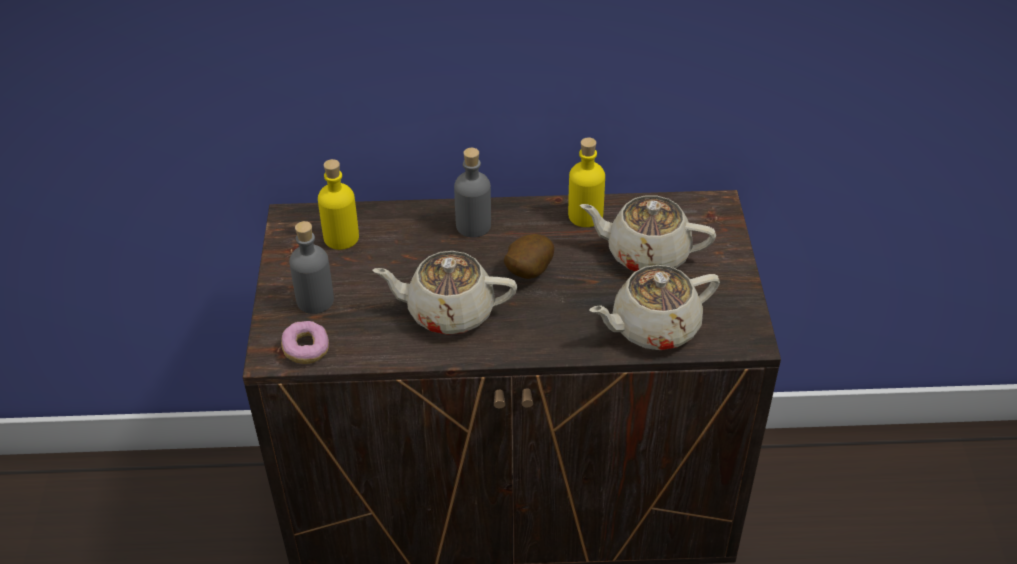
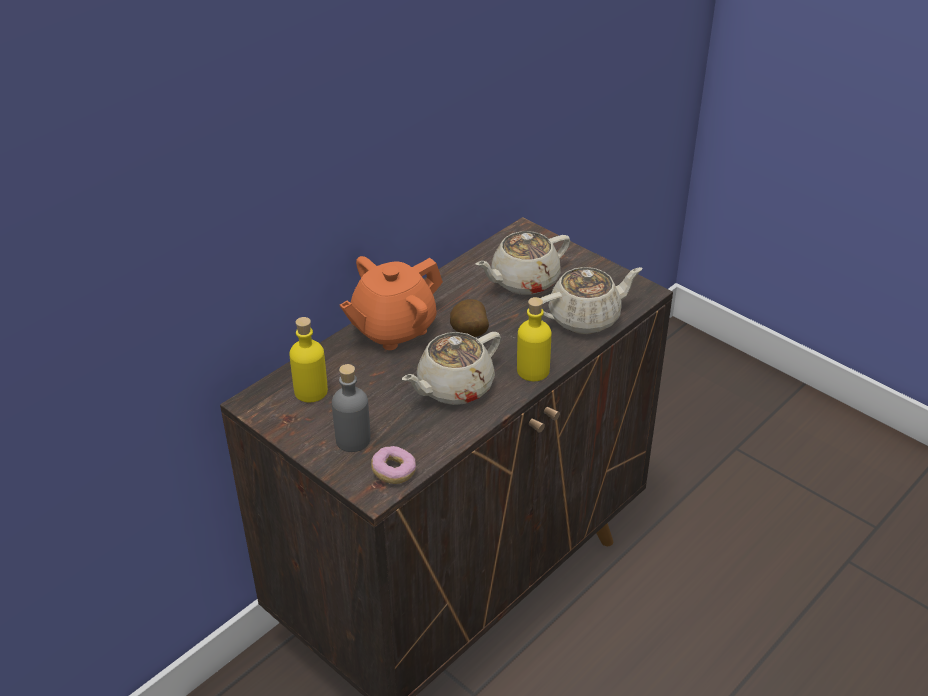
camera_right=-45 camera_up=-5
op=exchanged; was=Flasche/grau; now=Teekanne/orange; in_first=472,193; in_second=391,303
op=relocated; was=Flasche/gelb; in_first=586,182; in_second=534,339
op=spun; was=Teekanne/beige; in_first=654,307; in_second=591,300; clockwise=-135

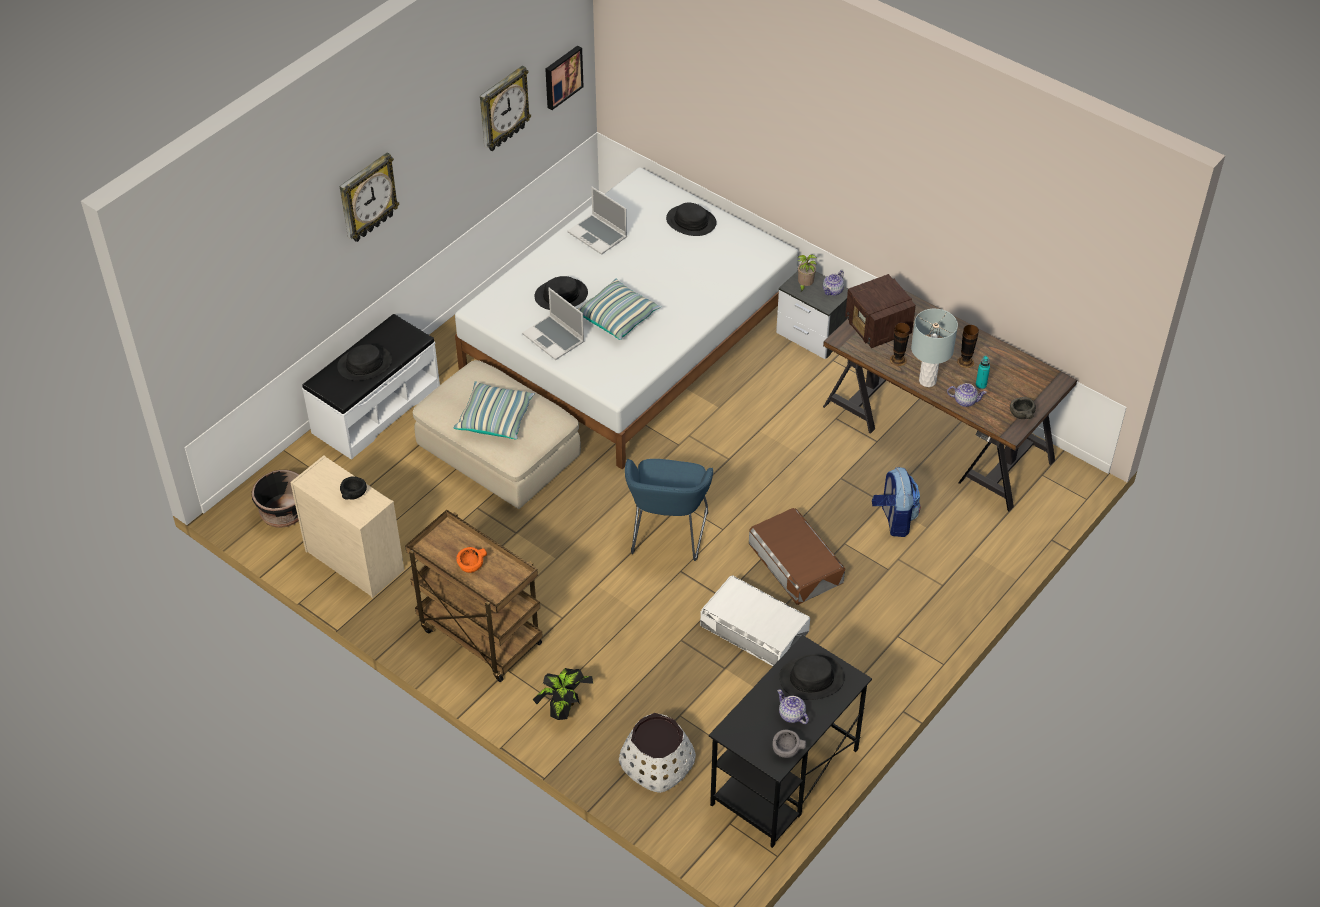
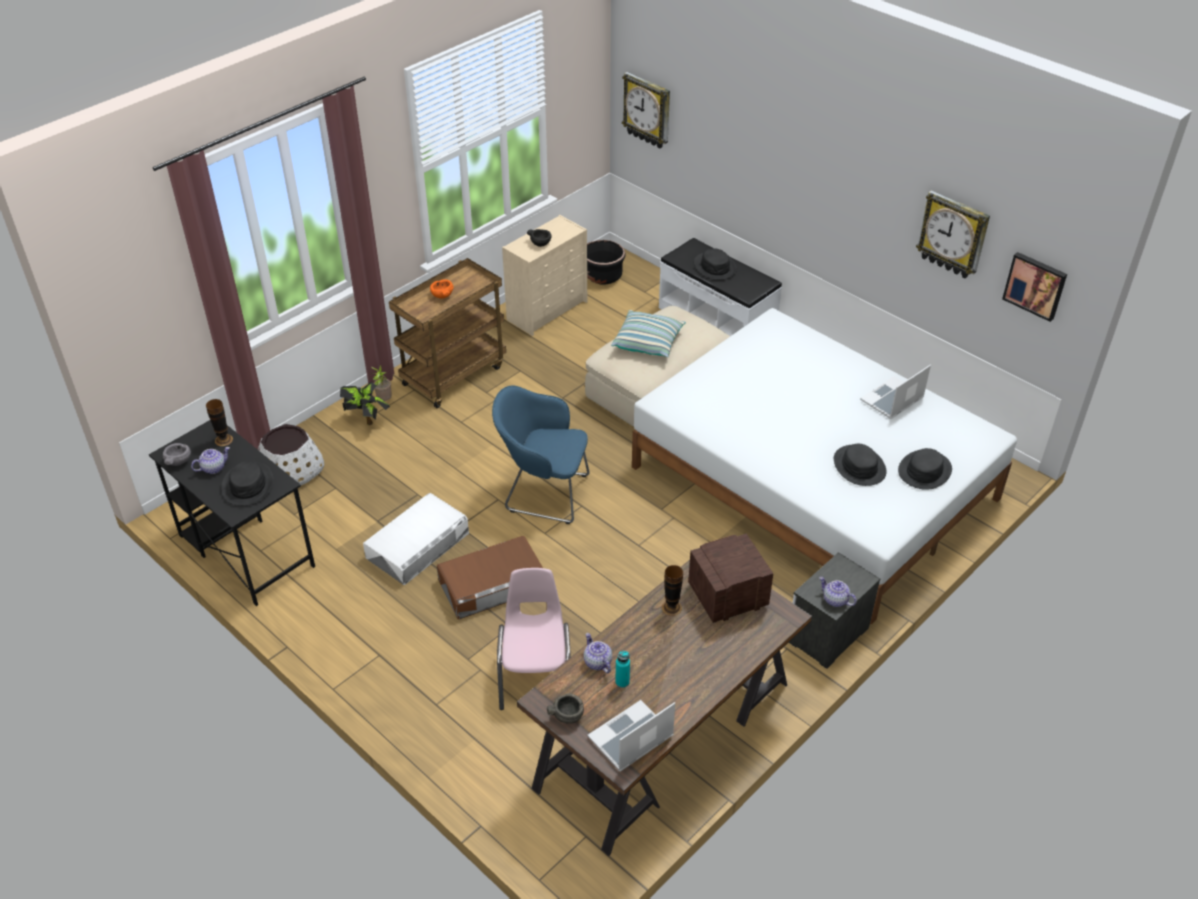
camera_right=95 camera_up=-5
op=relocated; was=Vase; in_first=968,346; in_second=219,422
op=relocated; was=Topfpflanze; in_first=807,273; in_second=381,383
op=exchanged; was=Rucksack; now=Stuhl/rosa; in_first=896,502; in_second=534,639
op=spun; was=Teekanne; in_first=967,395; in_second=598,653; clockwise=135
op=relocated; was=Laptop; in_first=553,324; in_second=631,736
op=relocated; was=Wanduhr; in_first=370,197; in_second=646,110
op=relocated; was=Hut/schwarz; in_first=561,293; in_second=860,465
op=missing; was=Kissen; in_first=619,309
op=missing; was=Tischlampe/grau; in_first=934,348

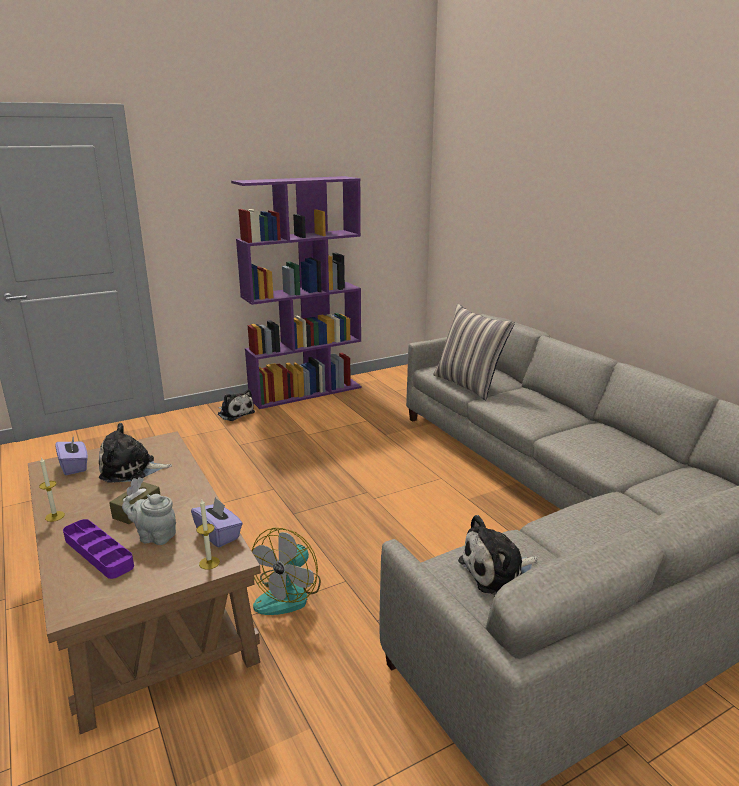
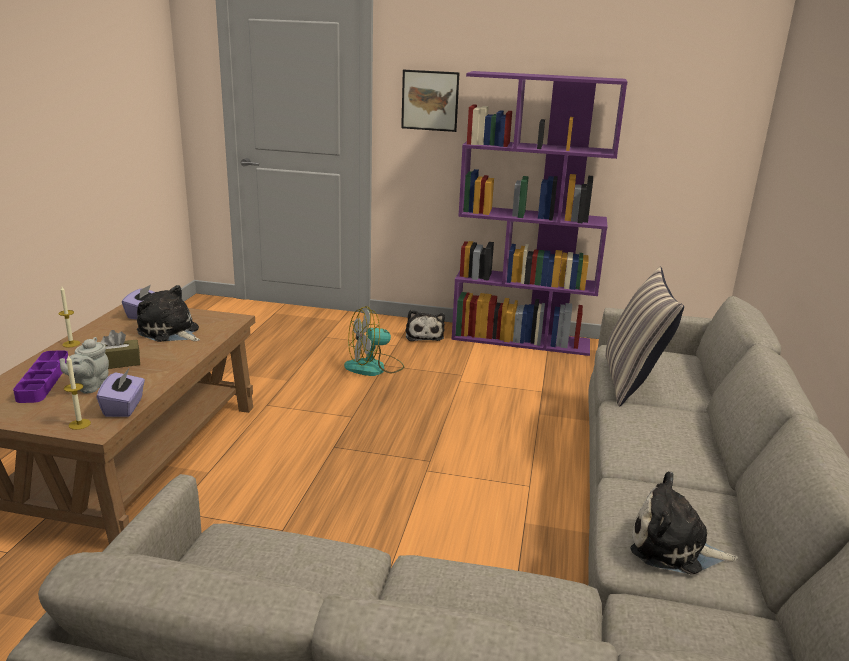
camera_right=40 camera_up=0
op=spun; was=Teekanne/grau; in_first=149,519; in_second=84,365; clockwise=-120
op=relocated; was=Ventilator; in_first=286,571; in_second=374,341
op=appeared; now=Bild; in_second=430,101
op=relocated; was=Plüschtier; in_first=497,555; in_second=684,523

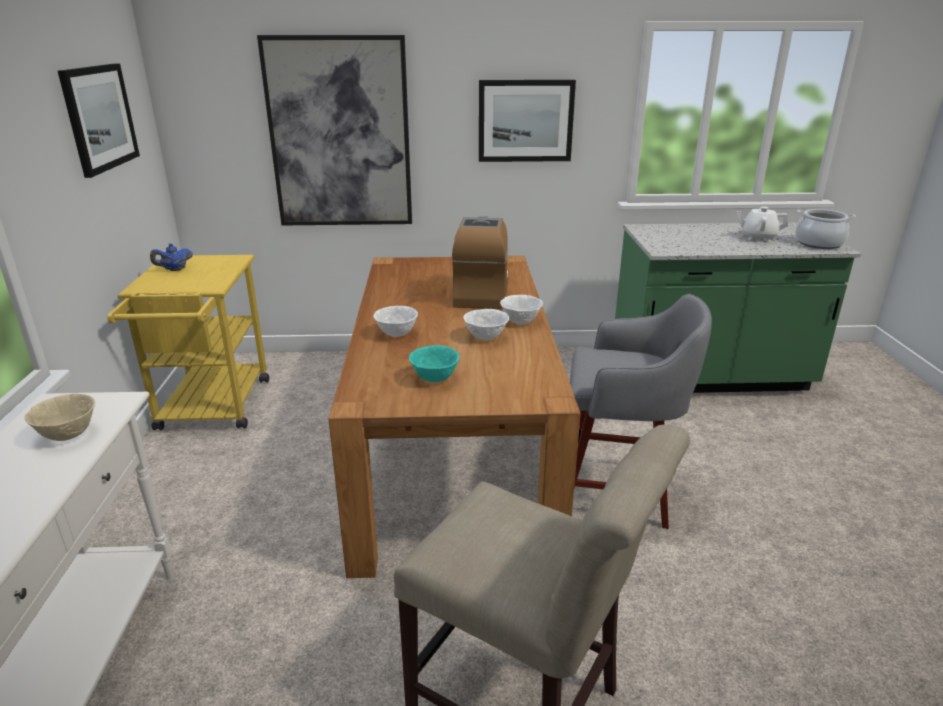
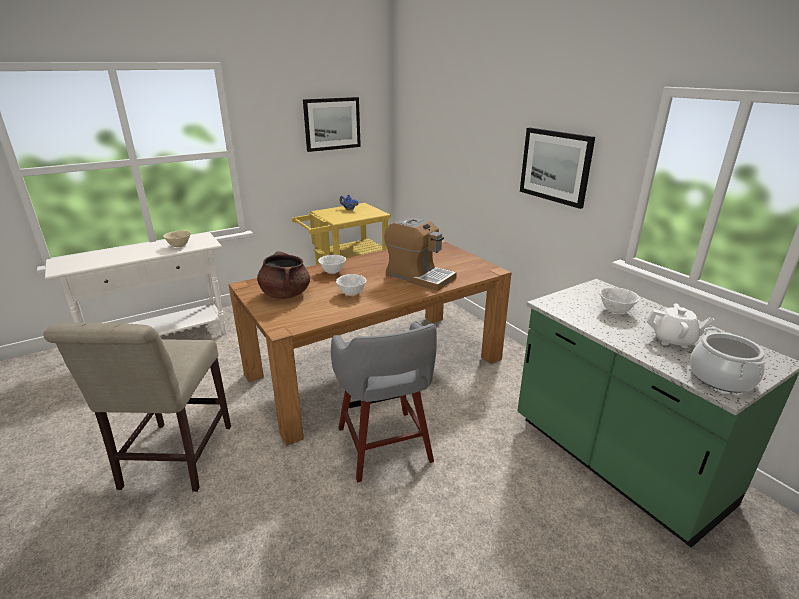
camera_right=60 camera_up=0
op=exchanged; was=Schüssel/türkis; now=Kochtopf/braun; in_first=434,363; in_second=283,275
op=spun; was=Kaffeemaschine; in_first=480,263; in_second=420,253; clockwise=60
op=relocated; was=Schüssel/weiß; in_first=521,309; in_second=620,300
op=spun; was=Teekanne/weiß; in_first=762,224; in_second=680,326; clockwise=120
op=missing; was=Bild; in_first=334,130

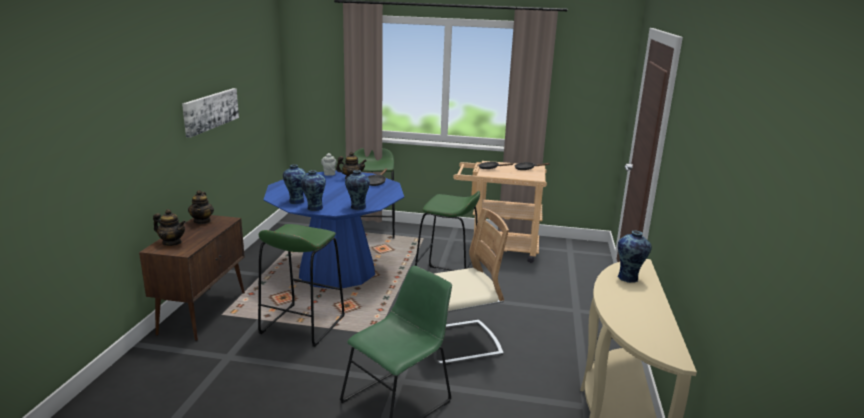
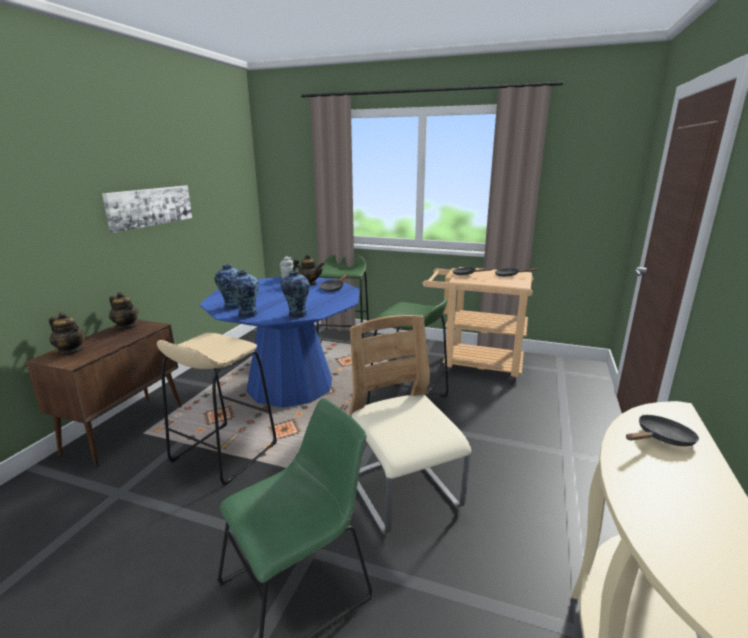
camera_right=10 camera_up=0
op=spun; was=Teekanne; in_first=201,207; in_second=124,311; clockwise=-60
op=colour; was=Hocker/grün; now=Hocker/beige; in_first=301,285; in_second=217,409
op=spun; was=Stuhl/beige; in_first=471,286; in_second=410,424; clockwise=-105
op=exchanged; was=Vase; now=Pfanne/schwarz; in_first=635,256; in_second=662,430

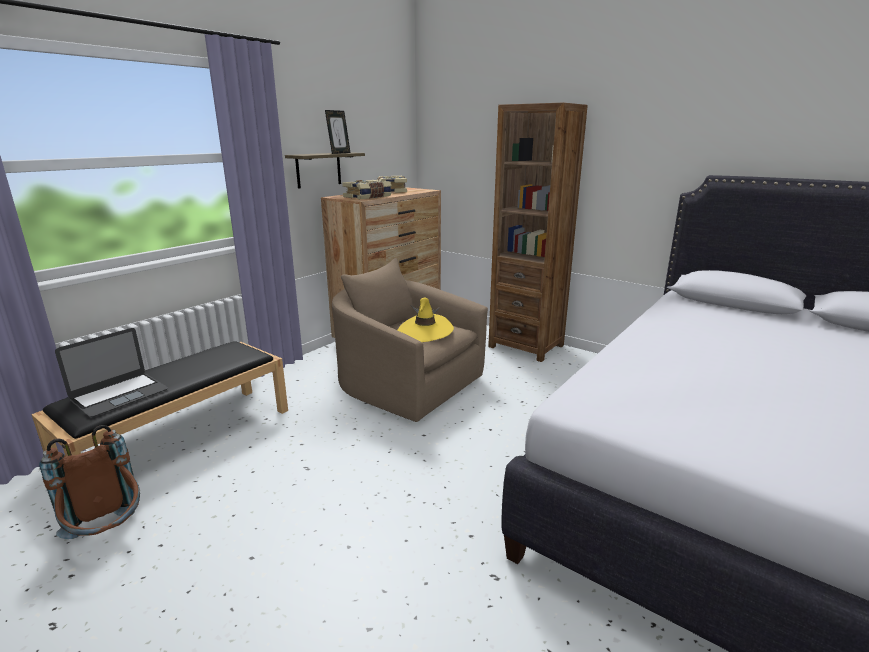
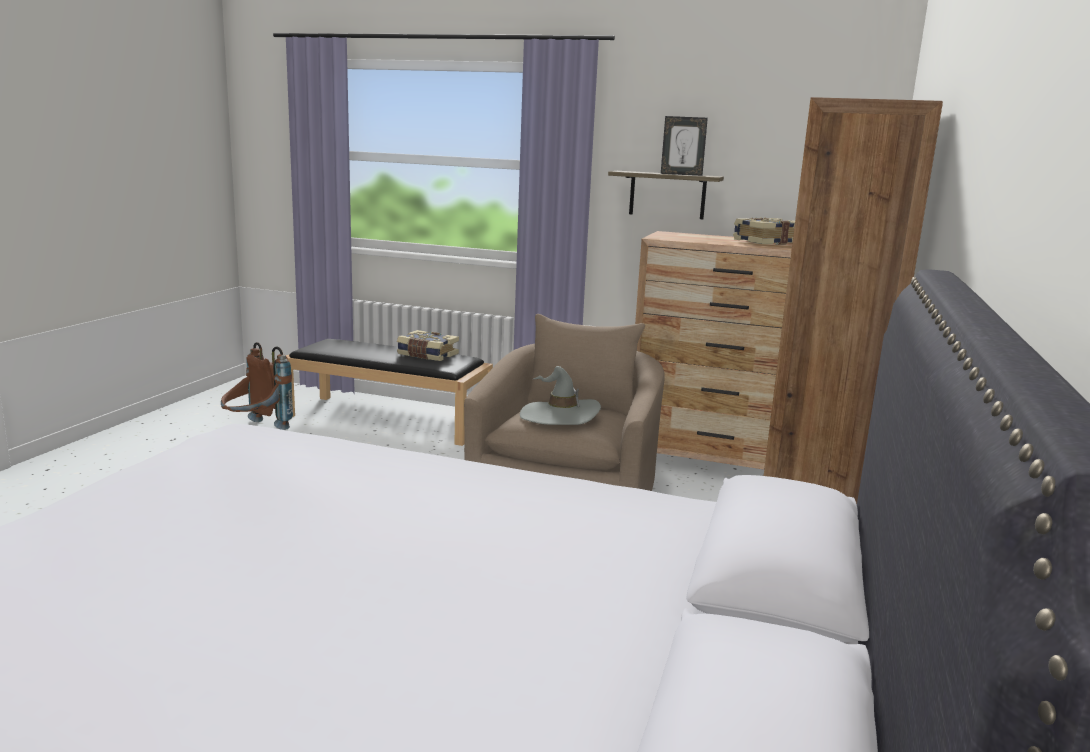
camera_right=70 camera_up=-5
op=relocated; was=Buch; in_first=367,189; in_second=428,345
op=colour; was=Hut/gelb; now=Hut/grau; in_first=426,320; in_second=560,395
op=missing; was=Laptop; in_first=111,372

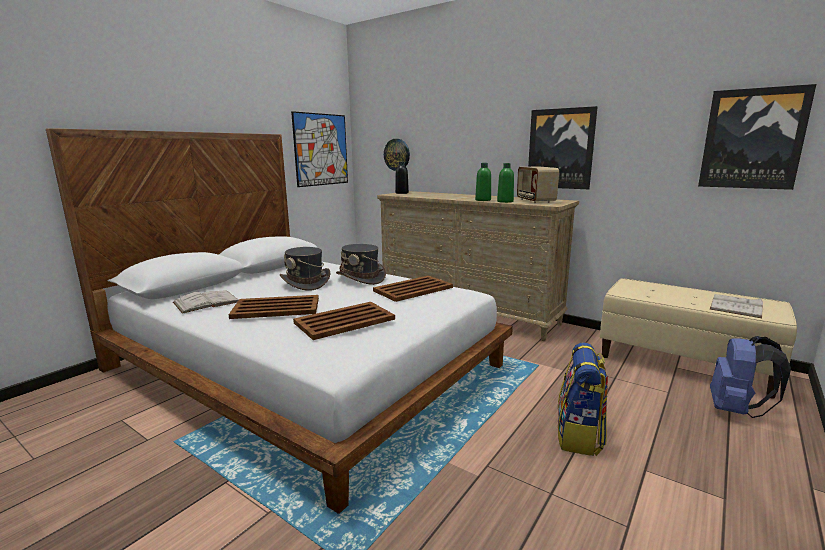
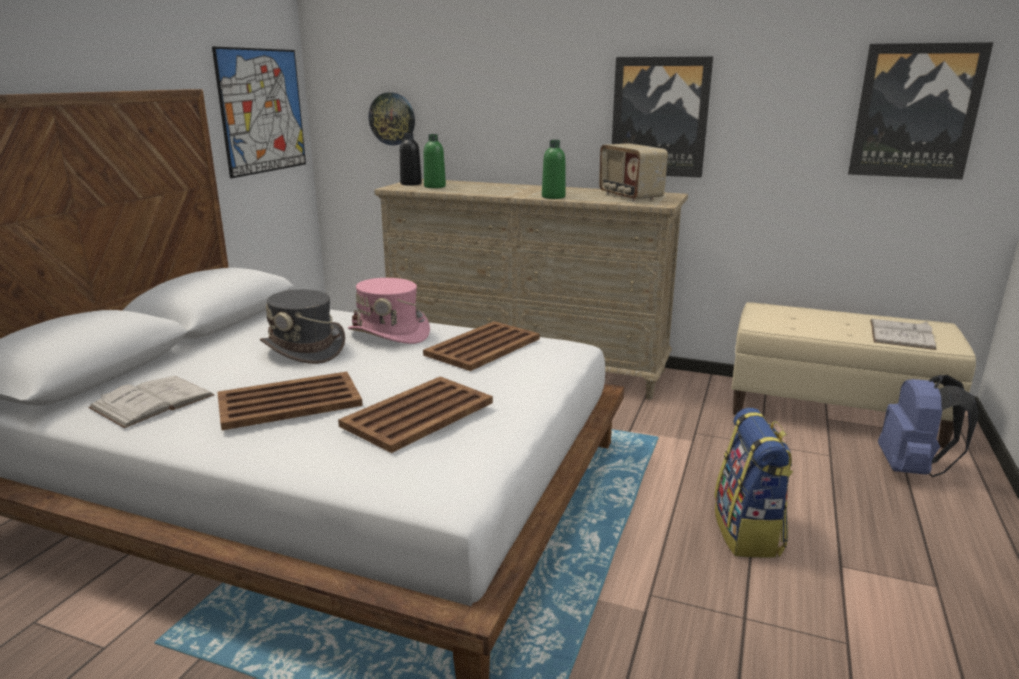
camera_right=-15 camera_up=5
op=colour; was=Hut/grau; now=Hut/rosa; in_first=361,264; in_second=389,311
op=relocated; was=Flasche/grün; in_first=505,183; in_second=435,161

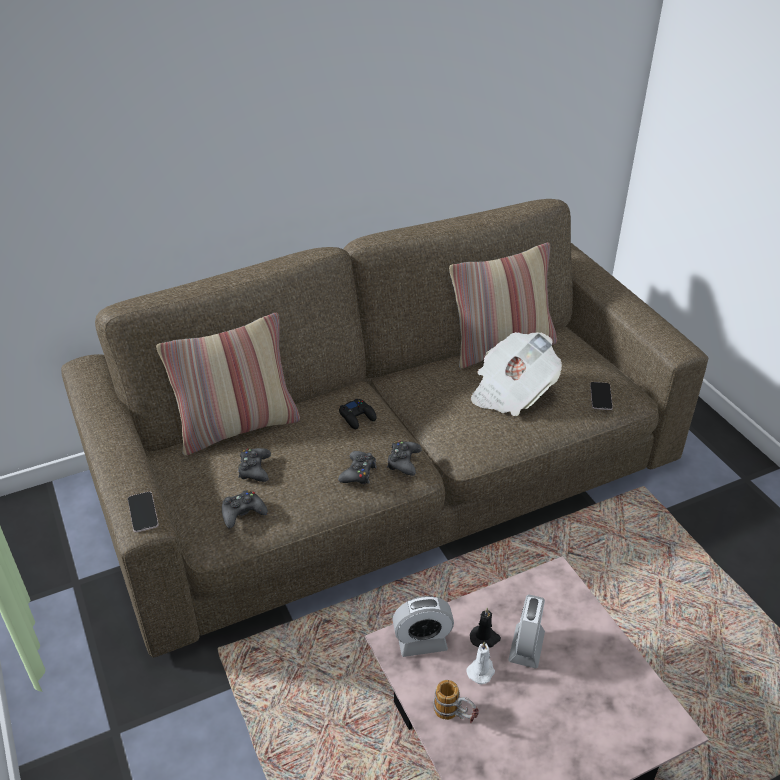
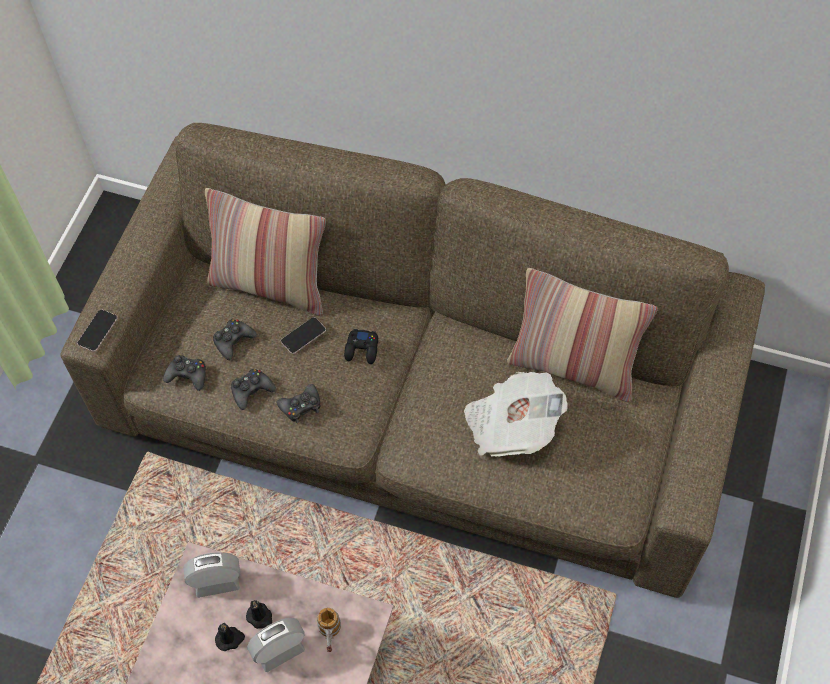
camera_right=45 camera_up=20
op=spun; was=Wecker; in_first=423,626; in_second=211,575; clockwise=135
op=colour; was=Kerze/weiß; now=Kerze/schwarz; in_first=480,662; in_second=230,637
op=relocated; was=Gamepad/schwarz; in_first=404,458; in_second=253,389
op=relocated; was=Handy; in_first=601,396; in_second=303,335
op=relocated; was=Henkelbecher; in_first=456,702; in_second=329,630

